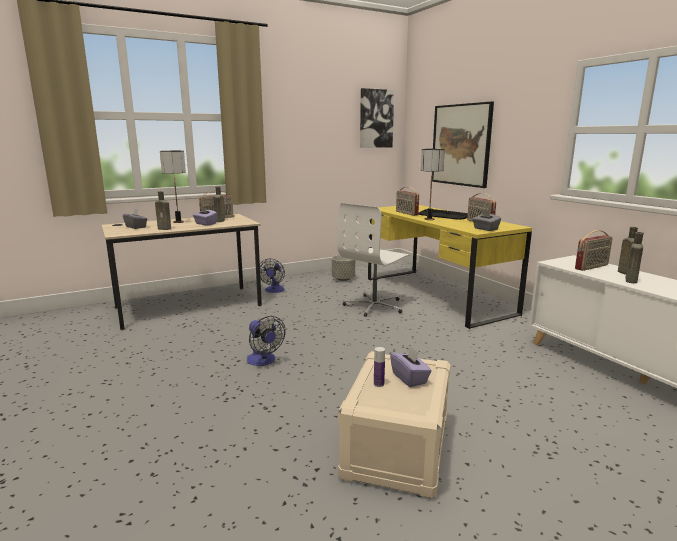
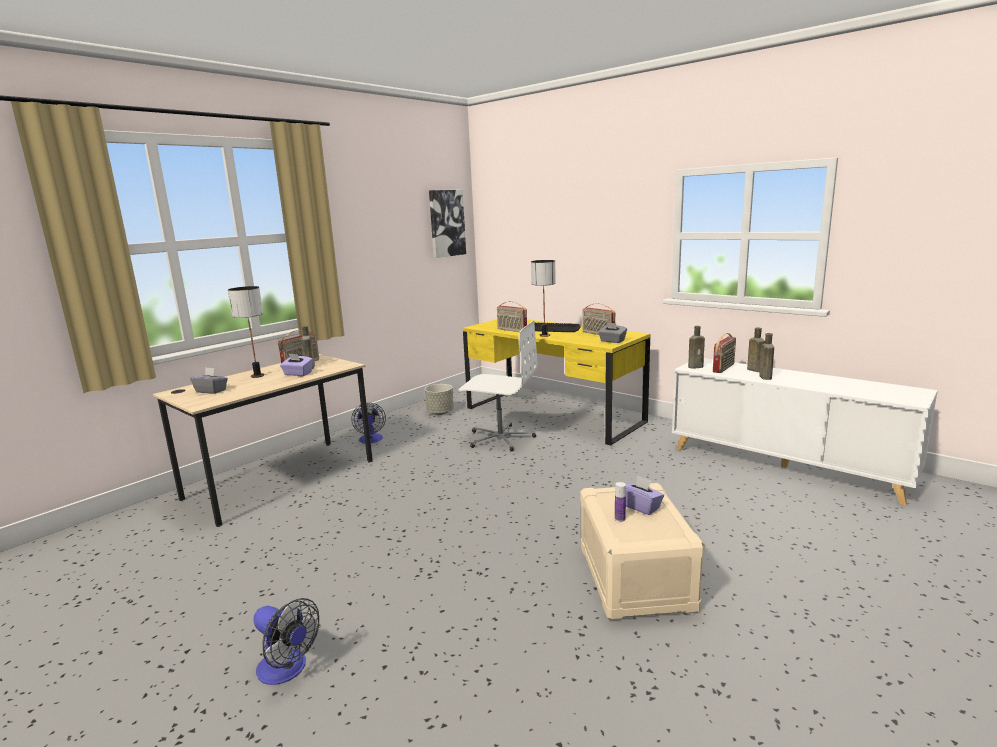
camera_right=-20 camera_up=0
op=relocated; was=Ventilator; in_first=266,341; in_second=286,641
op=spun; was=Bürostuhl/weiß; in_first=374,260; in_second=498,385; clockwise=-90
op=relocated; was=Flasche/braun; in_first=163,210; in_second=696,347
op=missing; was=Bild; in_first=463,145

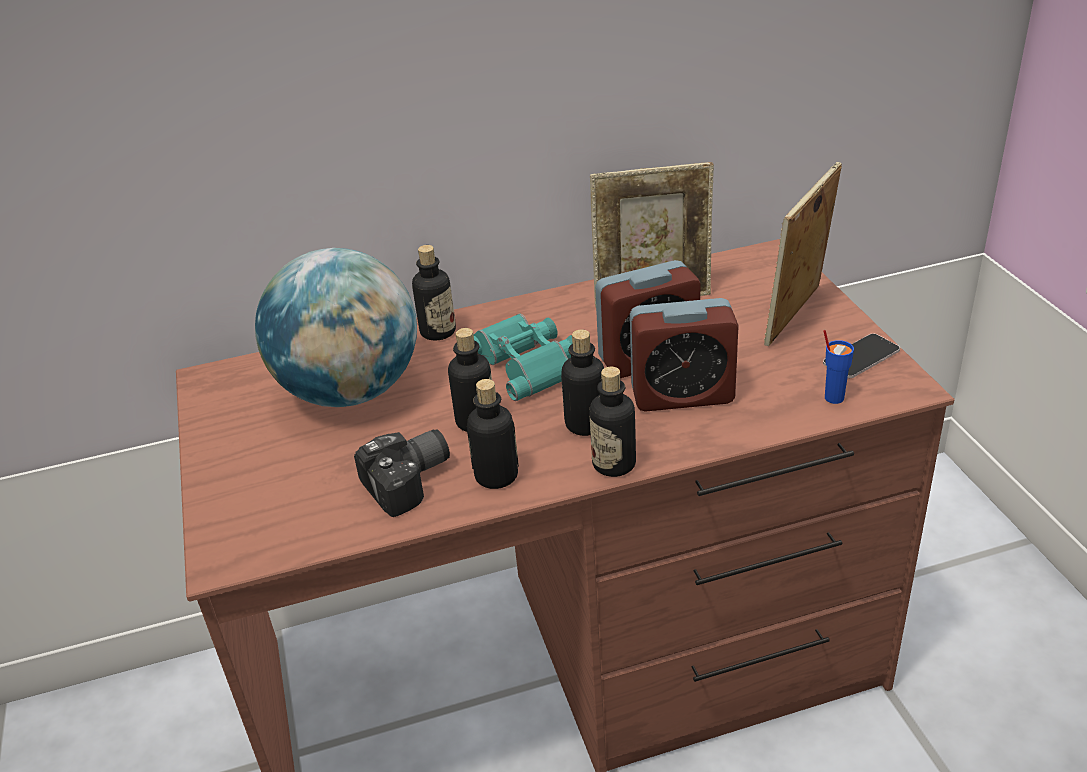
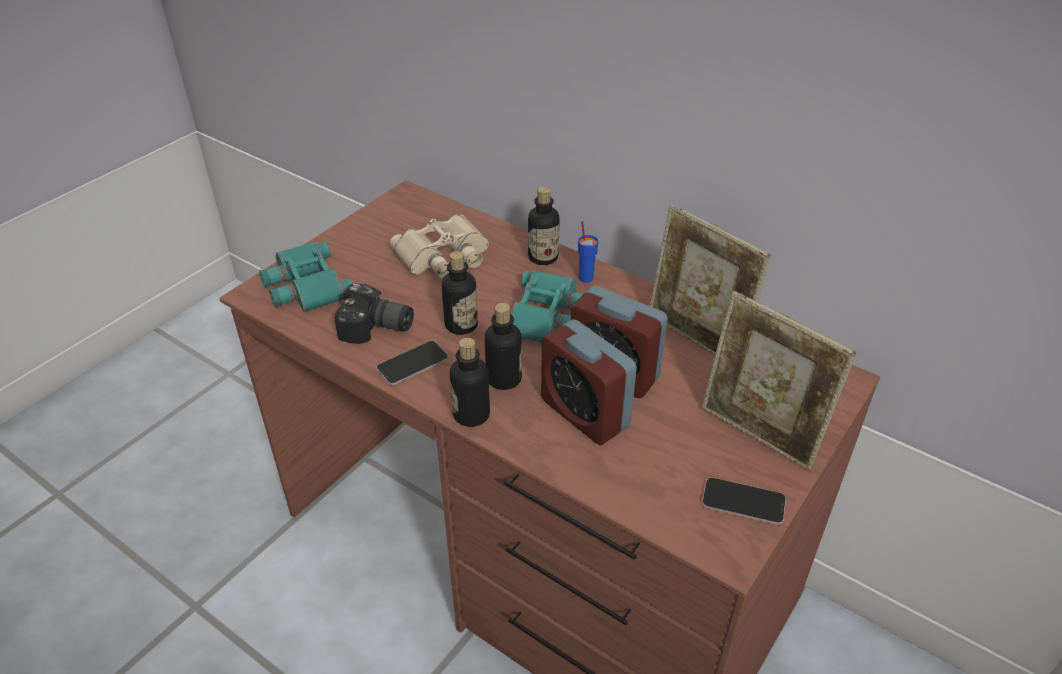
camera_right=50 camera_up=5
op=appeared; now=Fernglas/türkis; in_second=306,276
op=exchanged; was=Flasche; now=Handy; in_first=493,434; in_second=412,363
op=exchanged; was=Globus; now=Fernglas/beige; in_first=336,327; in_second=439,246
op=relocated; was=Tasse/blau; in_first=838,367; in_second=588,252
op=spun; was=Bilderrahmen; in_first=803,254; in_second=779,381; clockwise=-135

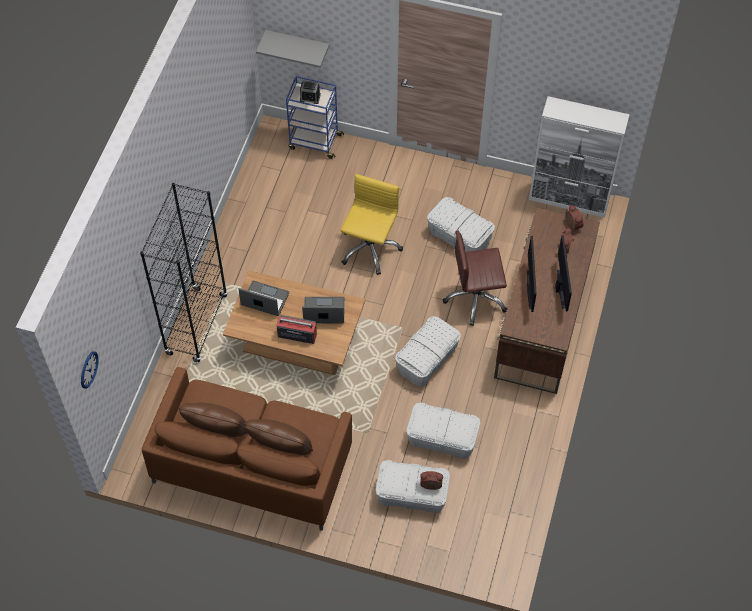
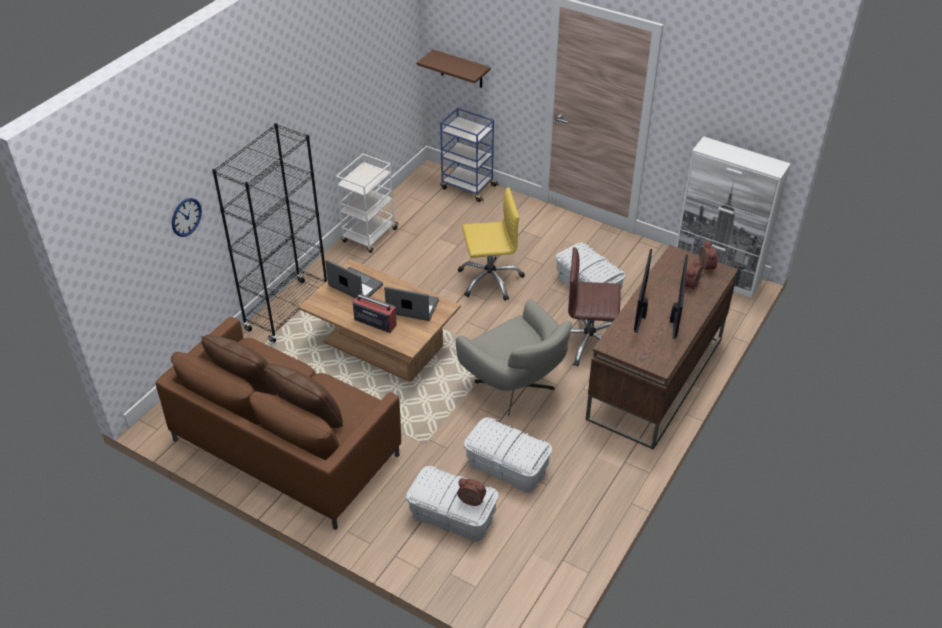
camera_right=15 camera_up=-15
op=relocated; was=Wanduhr; in_first=89,370; in_second=187,217
op=appeared; now=Rollwagen/weiß; in_second=367,203
op=colour; was=Wandregal/grau; now=Wandregal/braun; in_first=292,49; in_second=454,69
op=exchanged; was=Aufbewahrungsbox/weiß; now=Sessel/grau; in_first=428,351; in_second=514,357
op=spun; was=Bürostuhl/gelb; in_first=371,224; in_second=491,244; clockwise=45
op=missing; was=Wecker; in_first=310,92

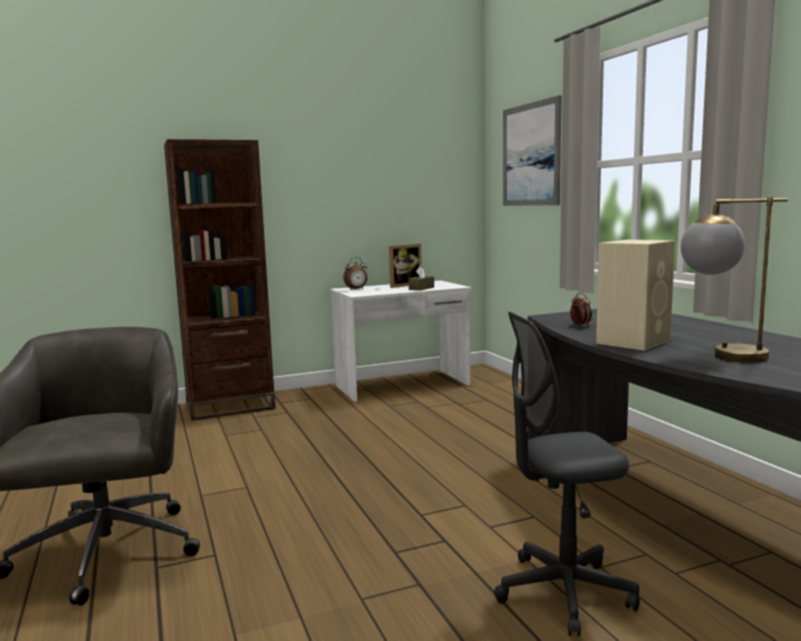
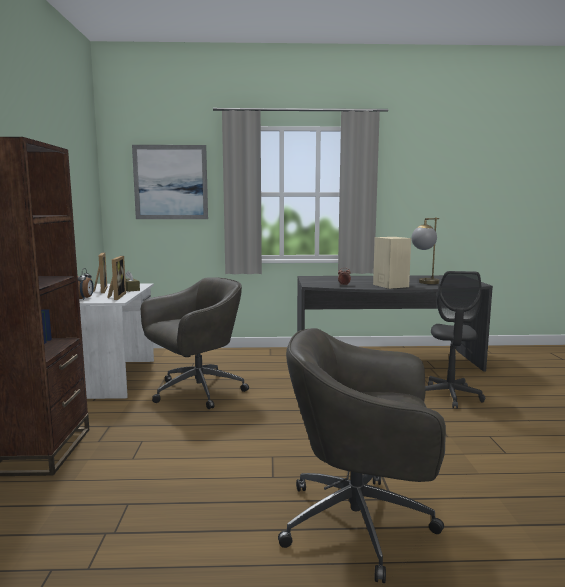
camera_right=-70 camera_up=0
op=appeared; now=Bilderrahmen; in_second=116,278
op=appeared; now=Bürostuhl/grau; in_second=195,343

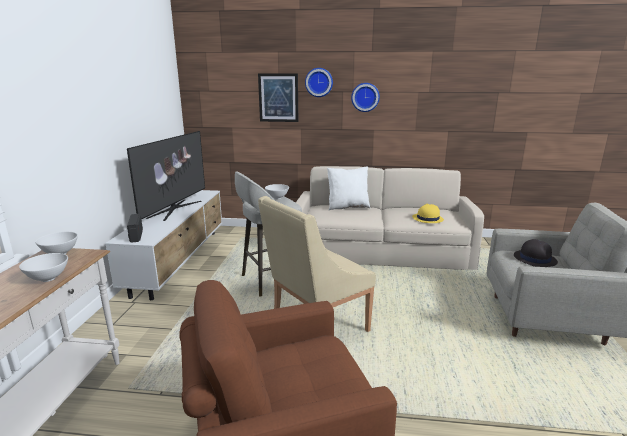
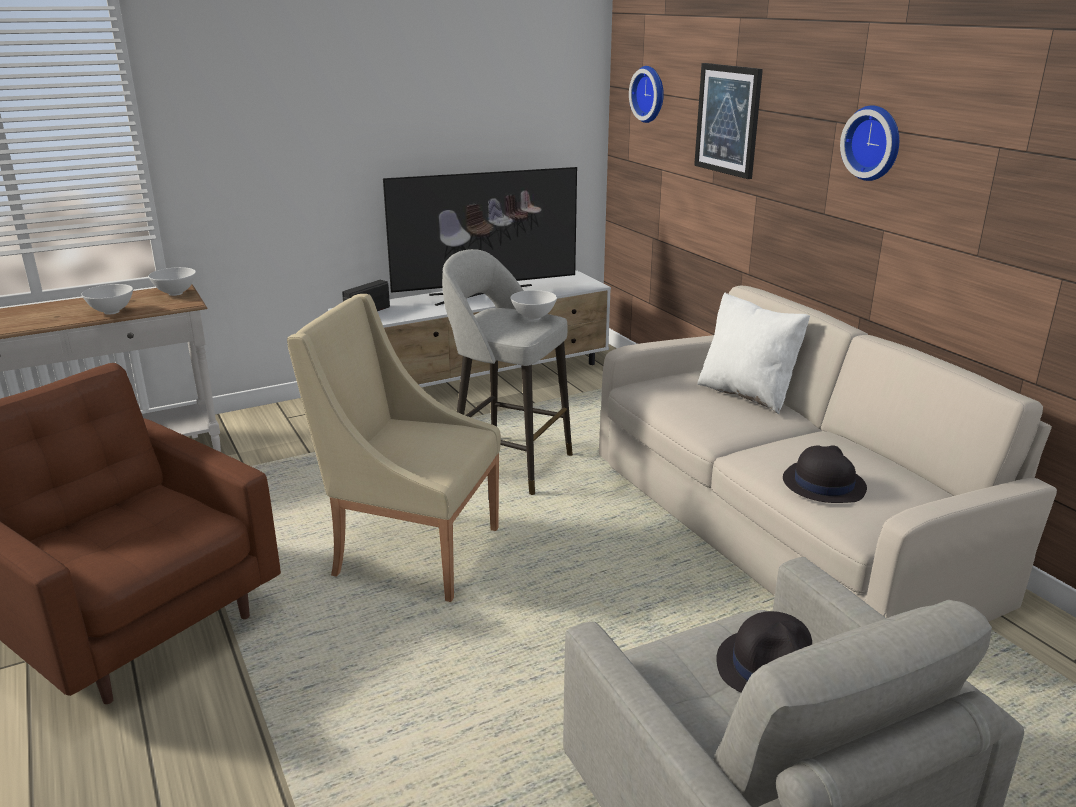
camera_right=55 camera_up=5
op=relocated; was=Wanduhr; in_first=319,82; in_second=646,94
op=colour; was=Hut/gelb; now=Hut/schwarz; in_first=428,213; in_second=825,474

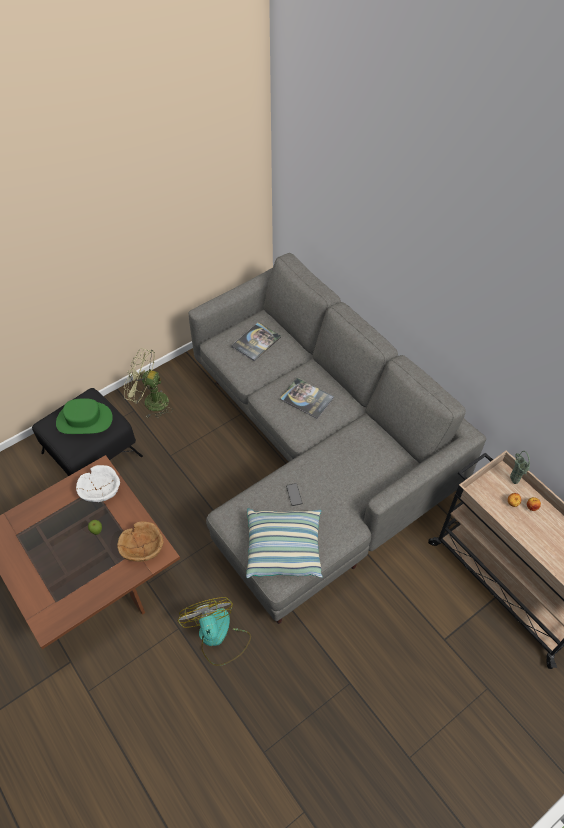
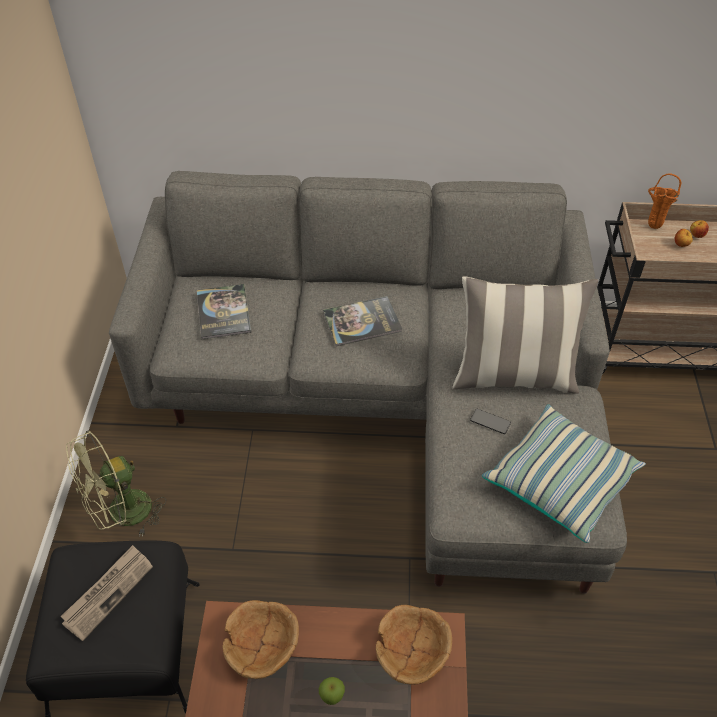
camera_right=-50 camera_up=-5
op=exchanged; was=Hut/grün; now=Zeitung; in_first=84,416; in_second=106,593
op=colour; was=Schüssel/weiß; now=Schüssel/braun; in_first=98,483; in_second=261,639
op=appeared; now=Kissen; in_second=525,335
op=colour; was=Vase/grün; now=Vase/orange; in_first=520,467; in_second=664,201
op=missing; was=Ventilator; in_first=214,631

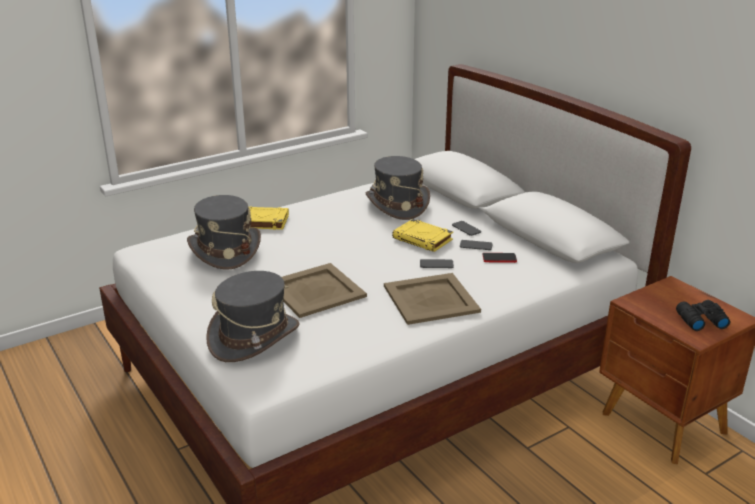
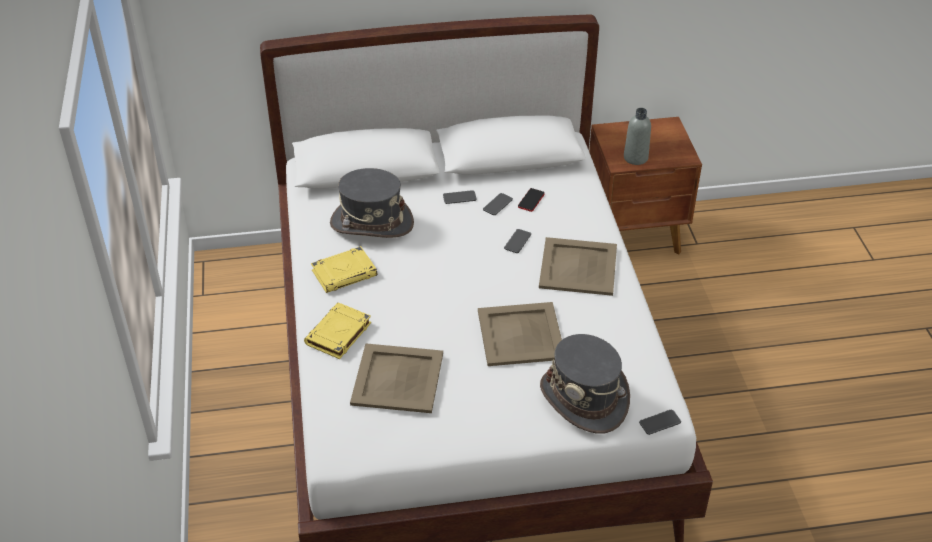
camera_right=-65 camera_up=15
op=relocated; was=Buch/gelb; in_first=422,235; in_second=344,269
op=exchanged; was=Hut/grau; now=Tablett/beige; in_first=224,232; in_second=396,378
op=appeared; now=Flasche/grau; in_second=637,136
op=appeared; now=Handy; in_second=660,422
op=missing; was=Fernglas/schwarz; in_first=703,315

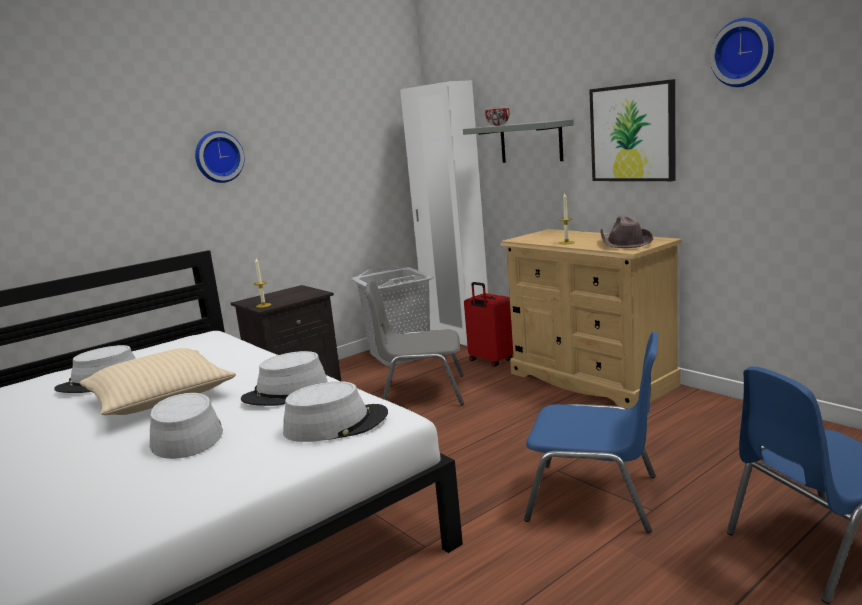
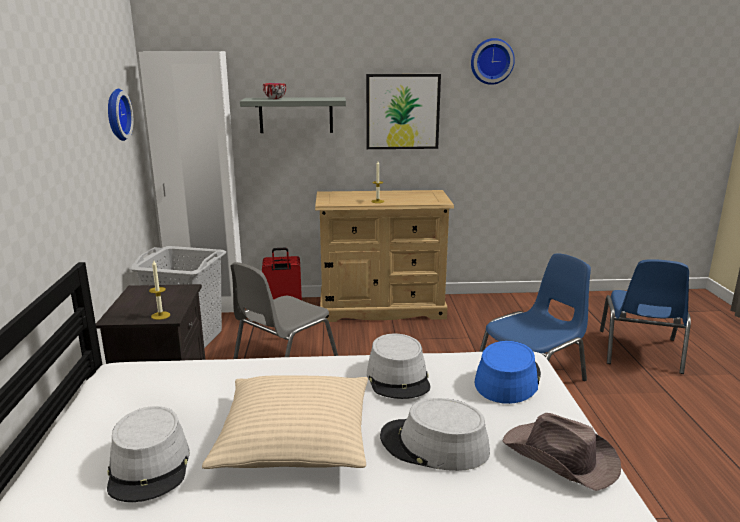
camera_right=-55 camera_up=5
op=relocated; was=Wanduhr; in_first=219,157; in_second=120,115
op=colour; was=Hut/grau; now=Hut/blau; in_first=335,411; in_second=507,372
op=relocated; was=Hut/braun; in_first=626,232; in_second=561,452

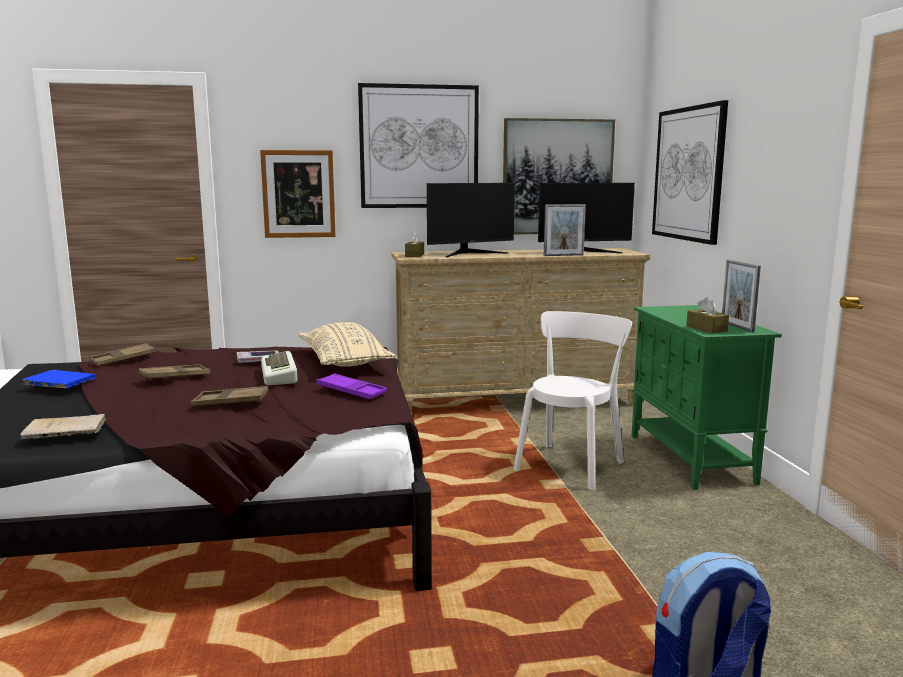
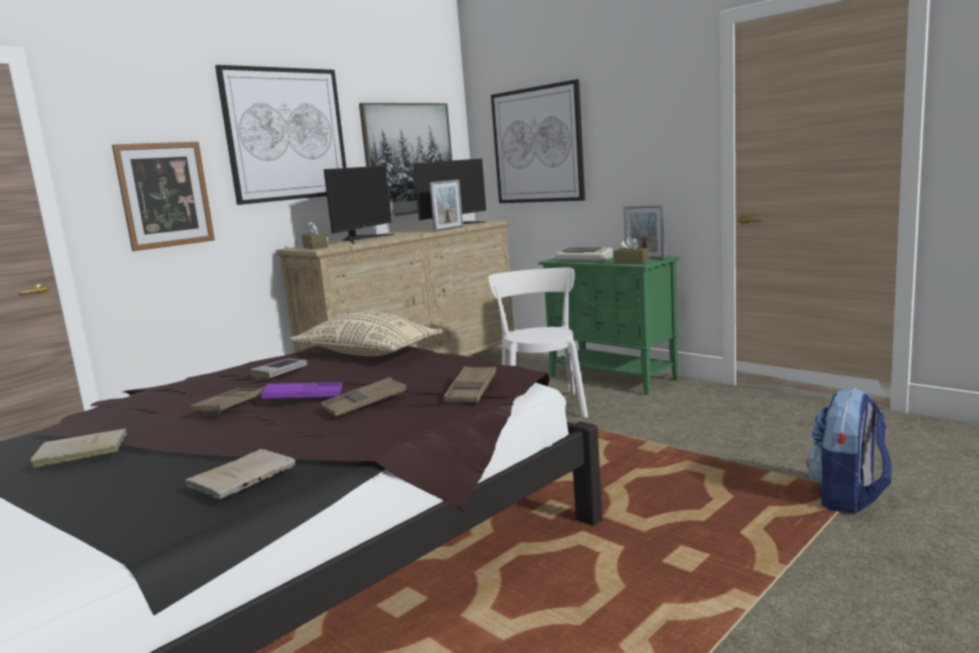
camera_right=-35 camera_up=0
op=colour; was=Buch/blau; now=Buch/beige; in_first=60,379; in_second=78,447
op=relocated; was=Tablett/lila; in_first=352,386; in_second=301,391
op=relocated; was=Tablett/braun; in_first=123,354; in_second=469,384
op=relocated; was=Tastatur; in_first=279,368; in_second=584,254

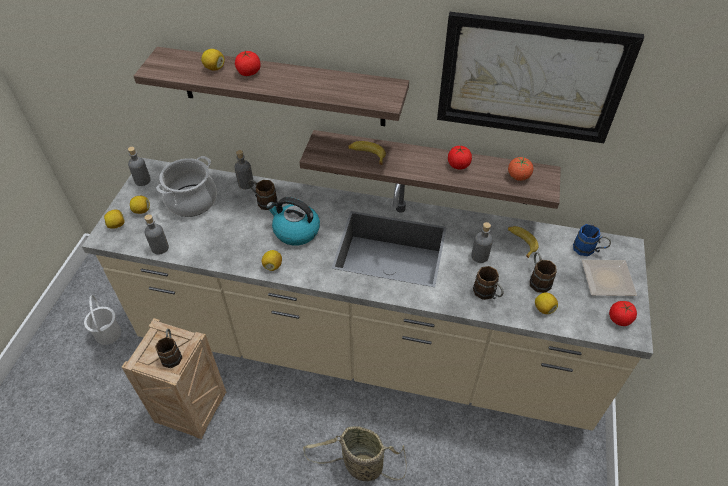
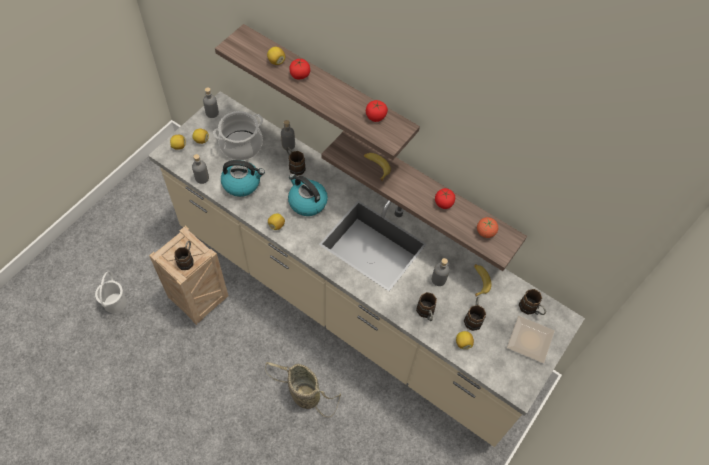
camera_right=20 camera_up=10
op=relocated; was=Eimer/weiß; in_first=102,320; in_second=111,292
op=appeared; now=Wasserkessel; in_second=243,178
op=relocated; was=Tomate; in_first=623,313; in_second=377,111
op=colour; was=Henkelbecher/blau; now=Henkelbecher/braun; in_first=592,240; in_second=532,302
op=missing; was=Bild; in_first=540,77

